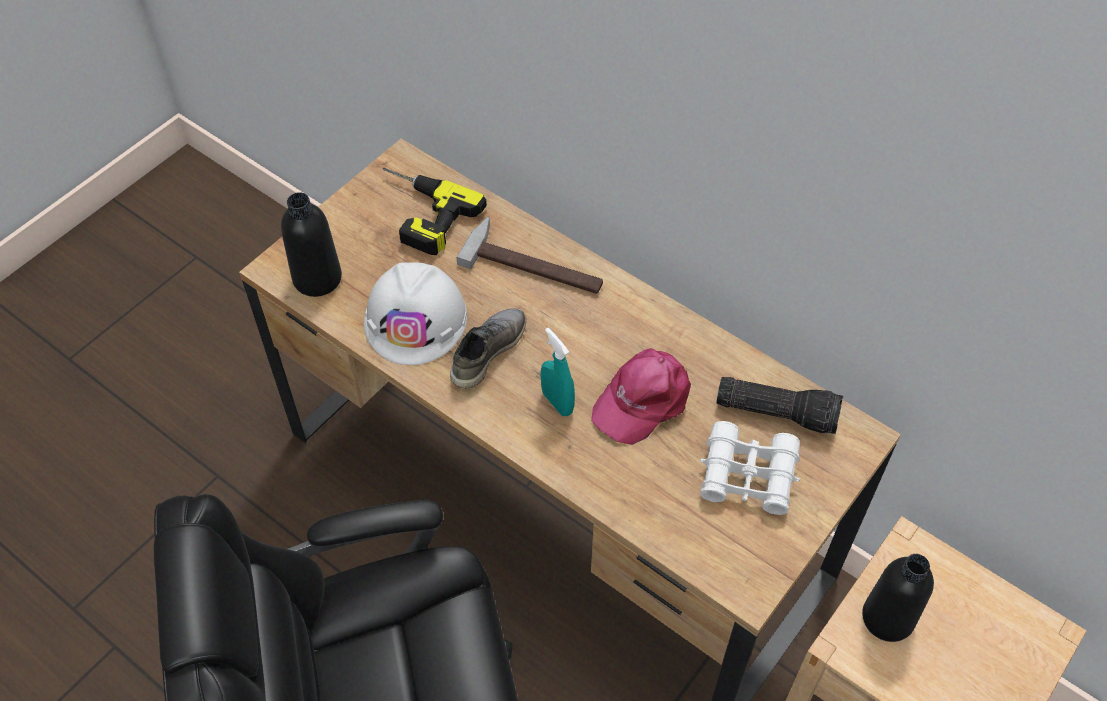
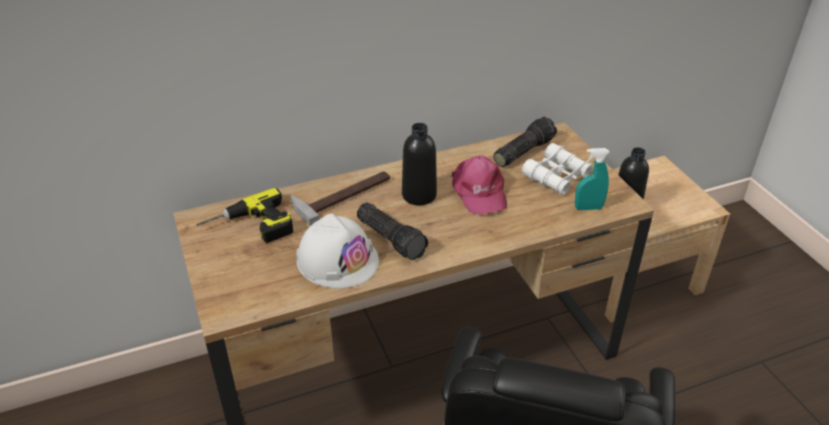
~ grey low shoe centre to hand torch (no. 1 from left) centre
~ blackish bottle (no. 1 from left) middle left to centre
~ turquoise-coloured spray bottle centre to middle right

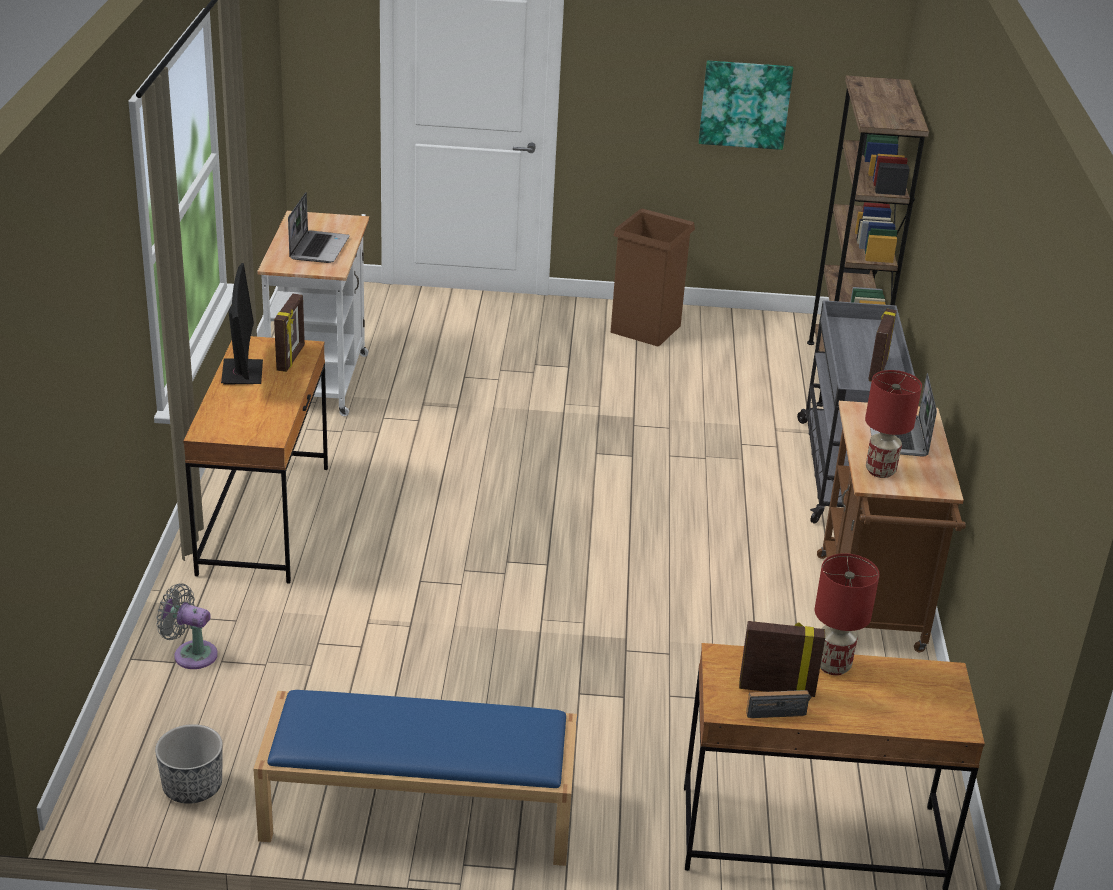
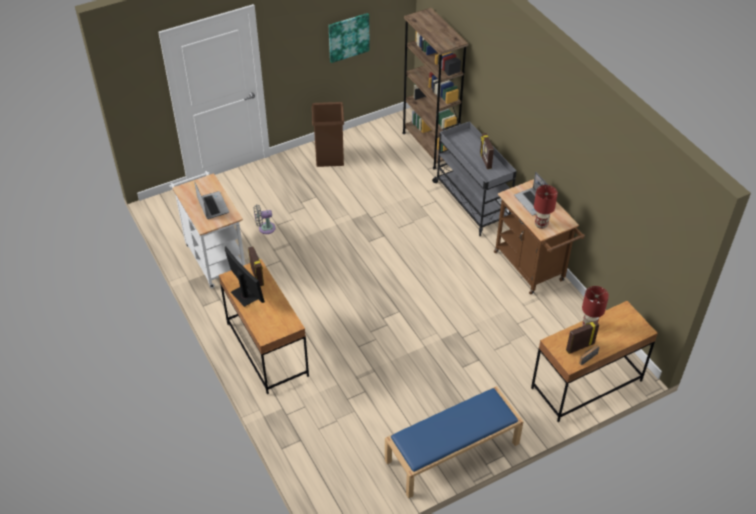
~ grey fan bottom left to centre
- planter bottom left

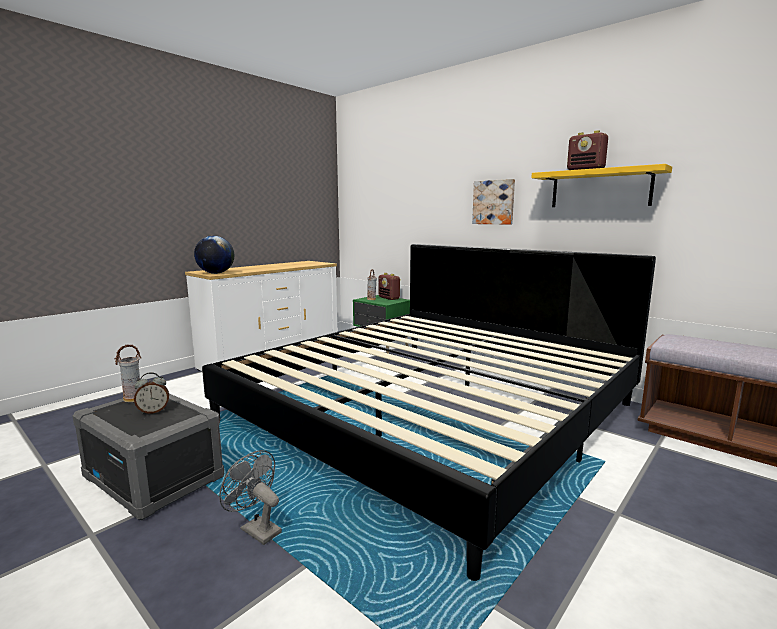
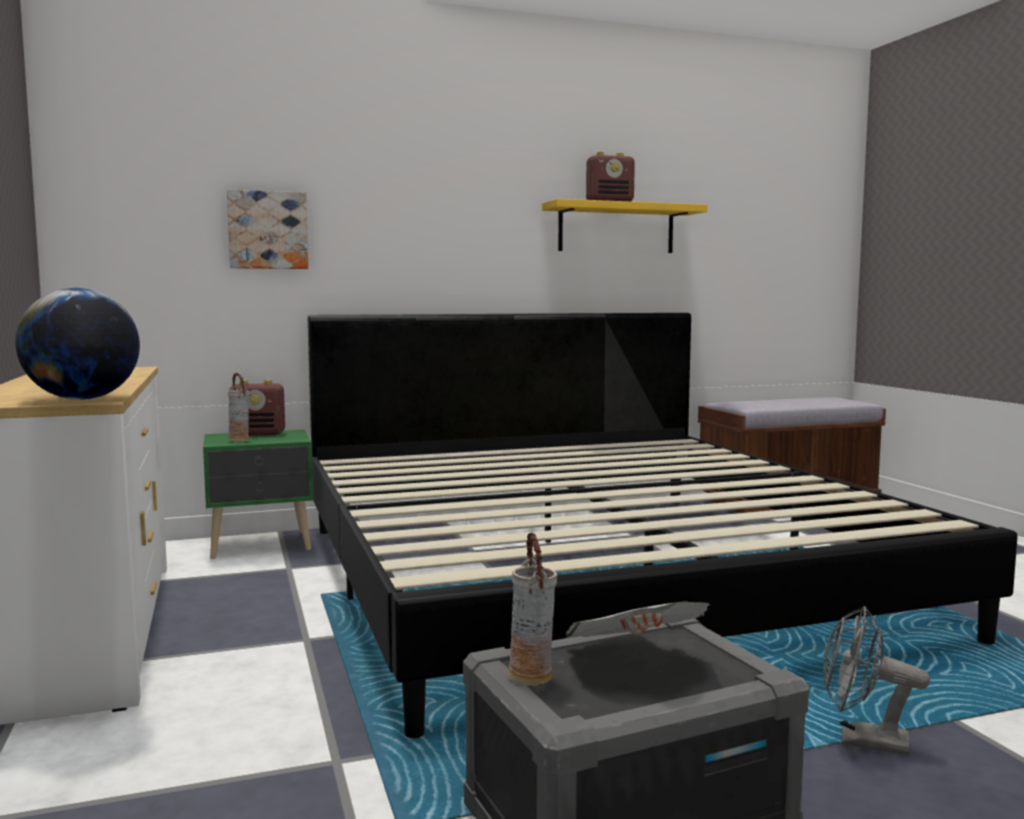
~ picture top centre to top left
~ alarm clock middle left to printed paper bottom centre
~ grey fan bottom left = bottom right 45 degrees clockwise

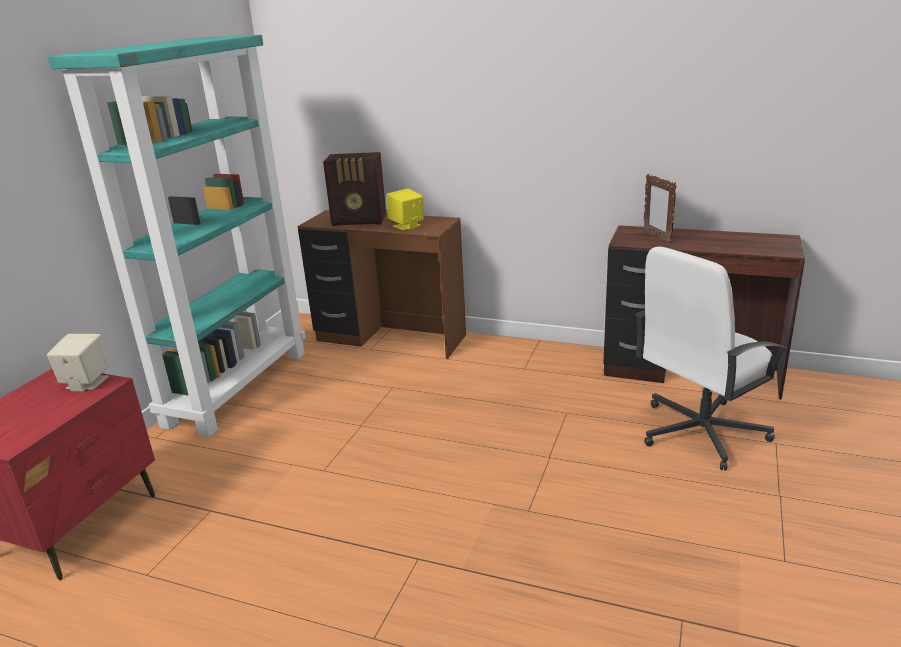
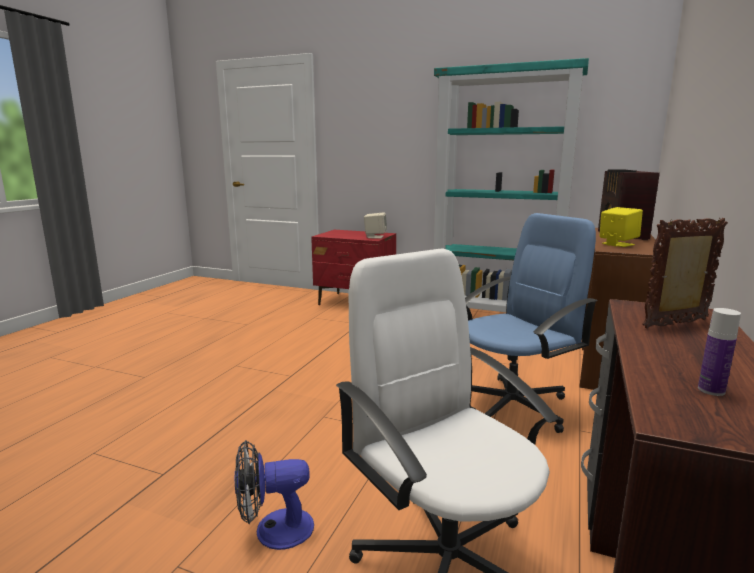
+ fan bottom centre
+ blue computer chair middle right
+ bottle middle right

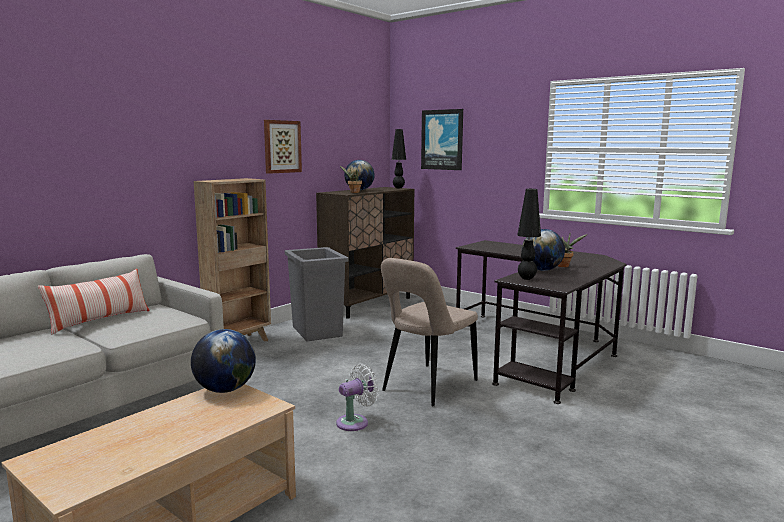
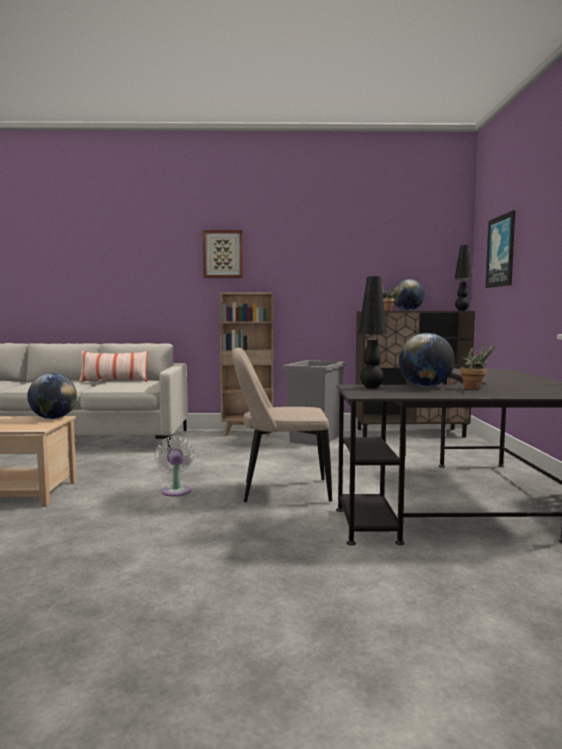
~ white fan bottom centre = middle left 120 degrees counterclockwise
~ picture (no. 1 from left) top centre to centre

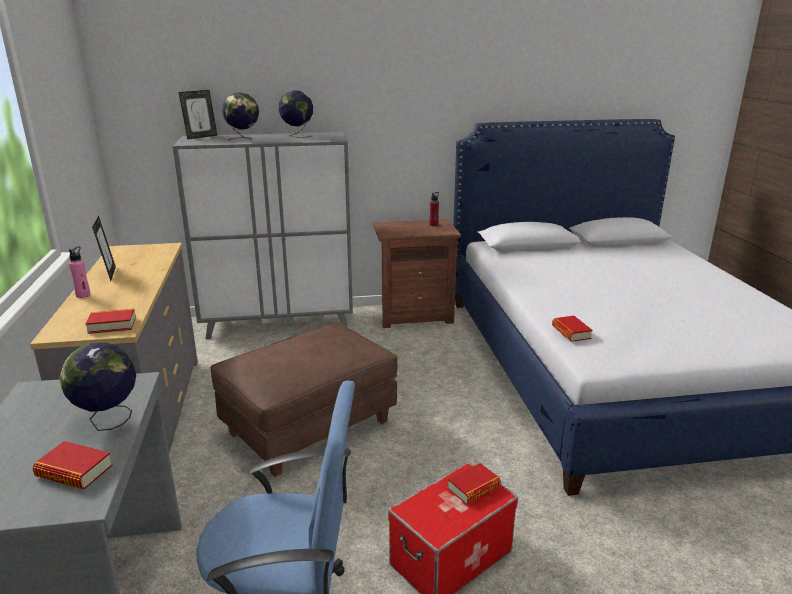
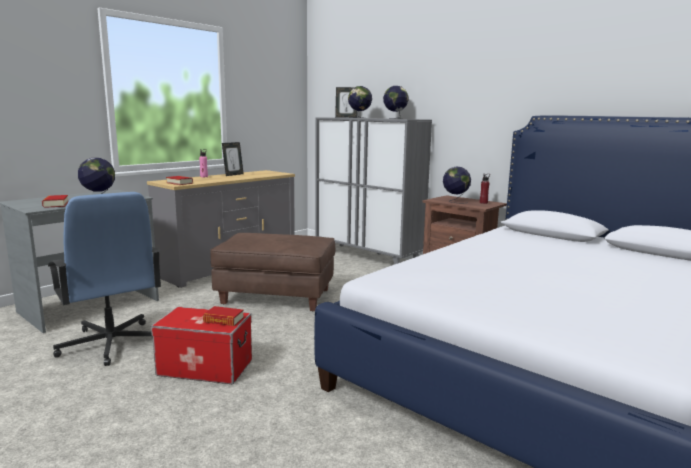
+ globe (no. 4 from left) centre
- book (no. 4 from left) middle right

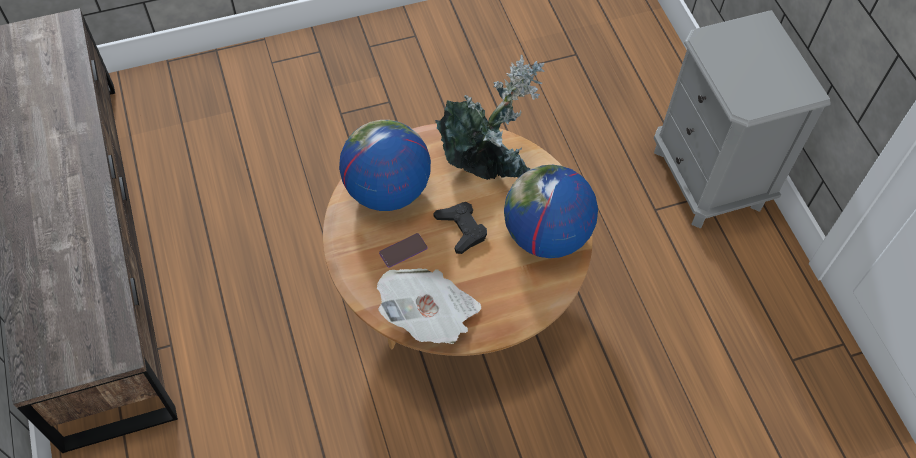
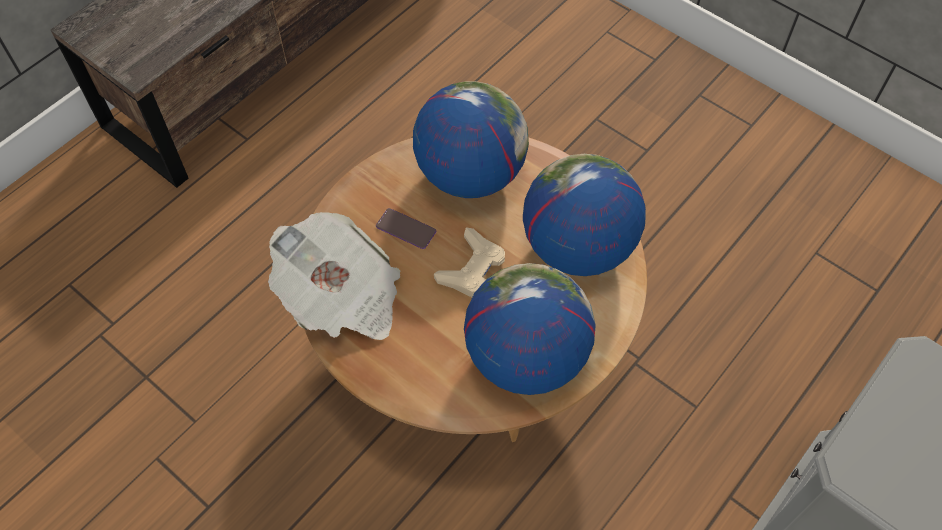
~ blackish game controller centre to beige-coloured game controller centre
~ houseplant top centre to globe (no. 3 from left) centre

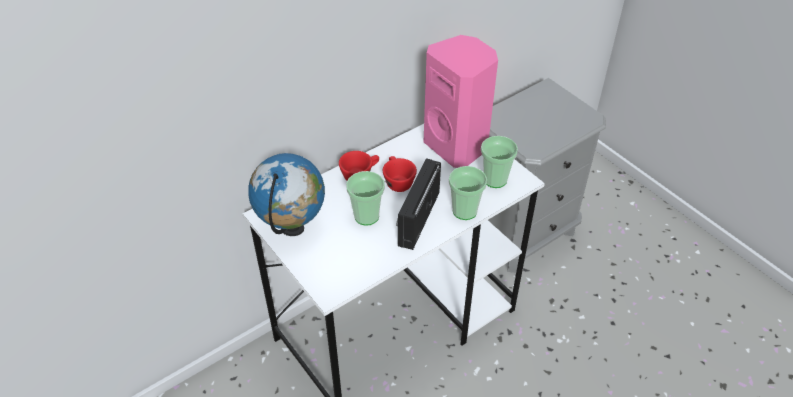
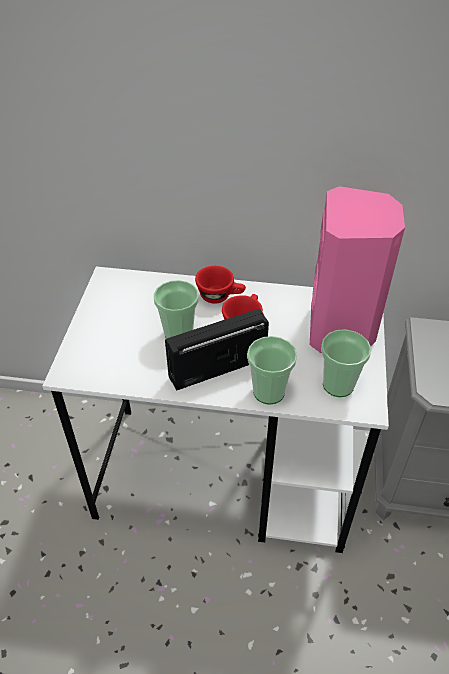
- globe centre

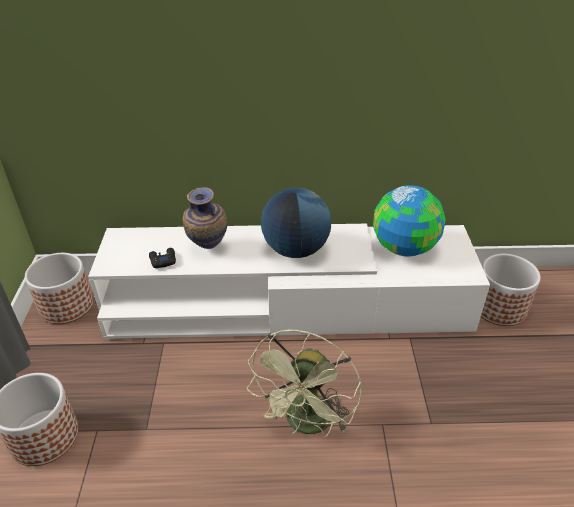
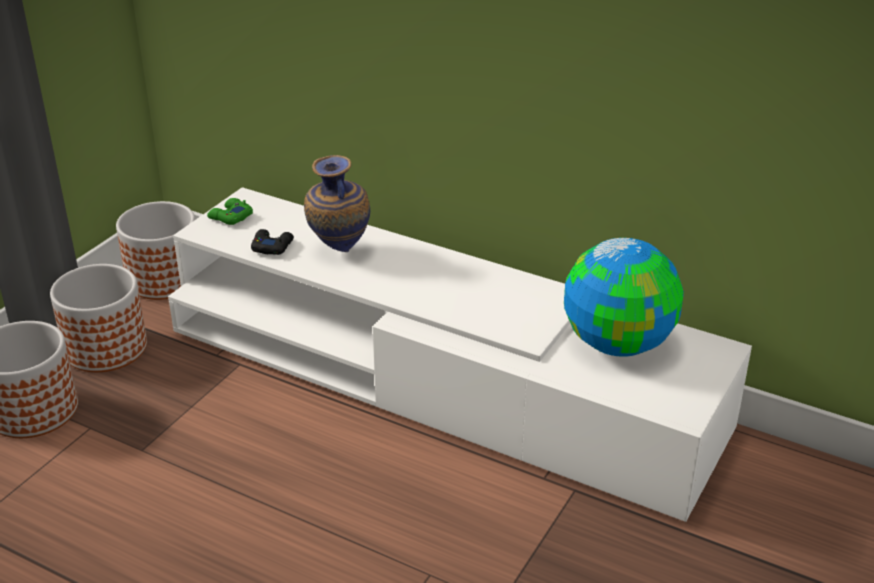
~ planter (no. 3 from left in the first image) middle right to planter (no. 2 from left) middle left
+ green game controller middle left
- green fan bottom centre
- globe (no. 1 from left) centre

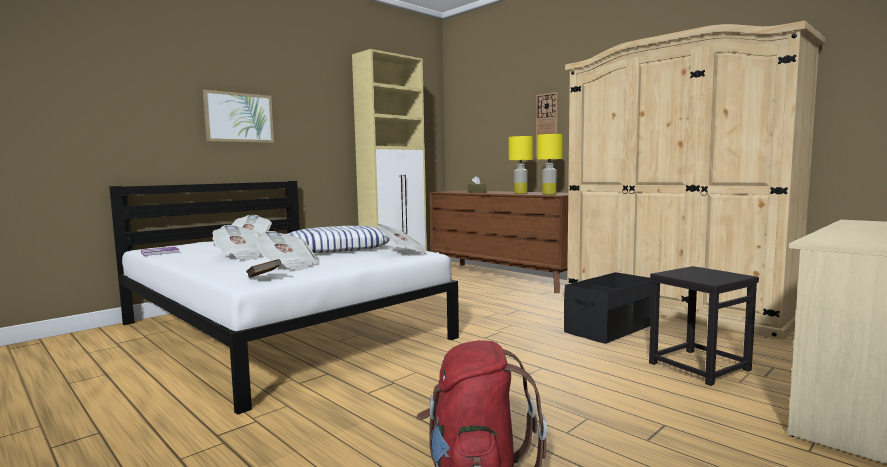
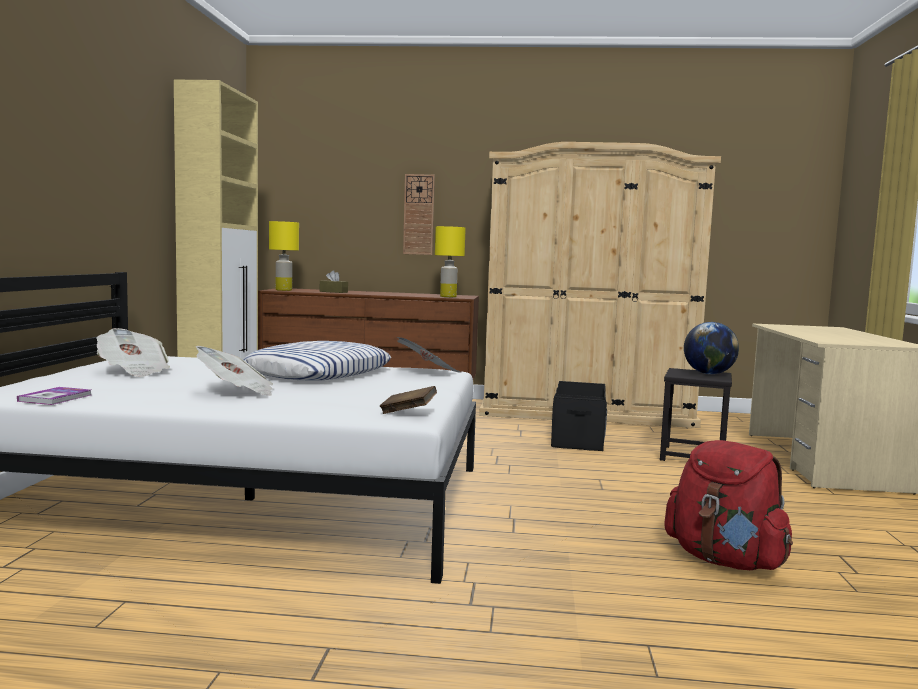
~ yellowish lamp for a table (no. 1 from left) centre to middle left
+ globe middle right
- picture top left
- printed paper (no. 3 from left) middle left

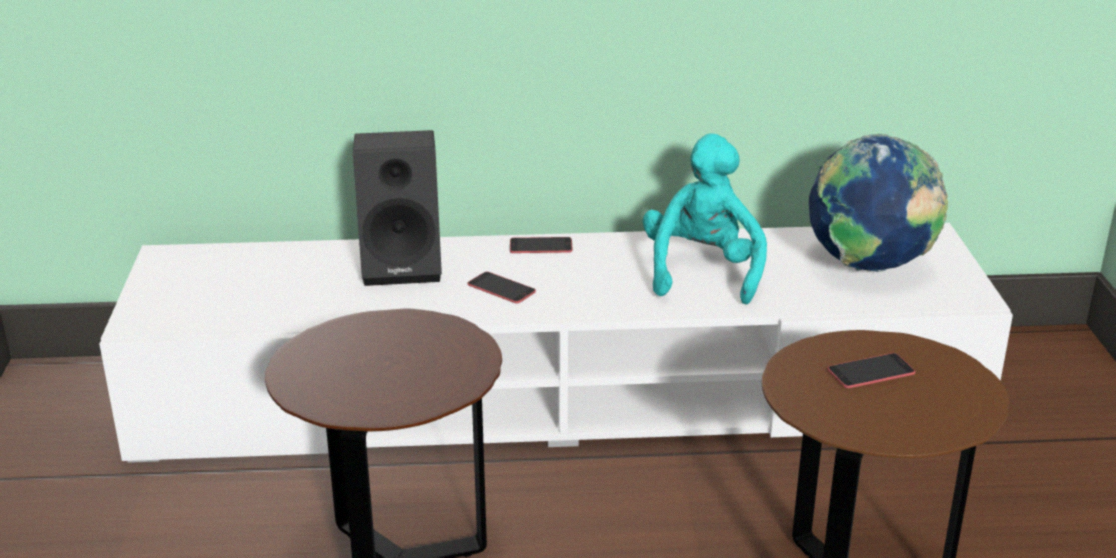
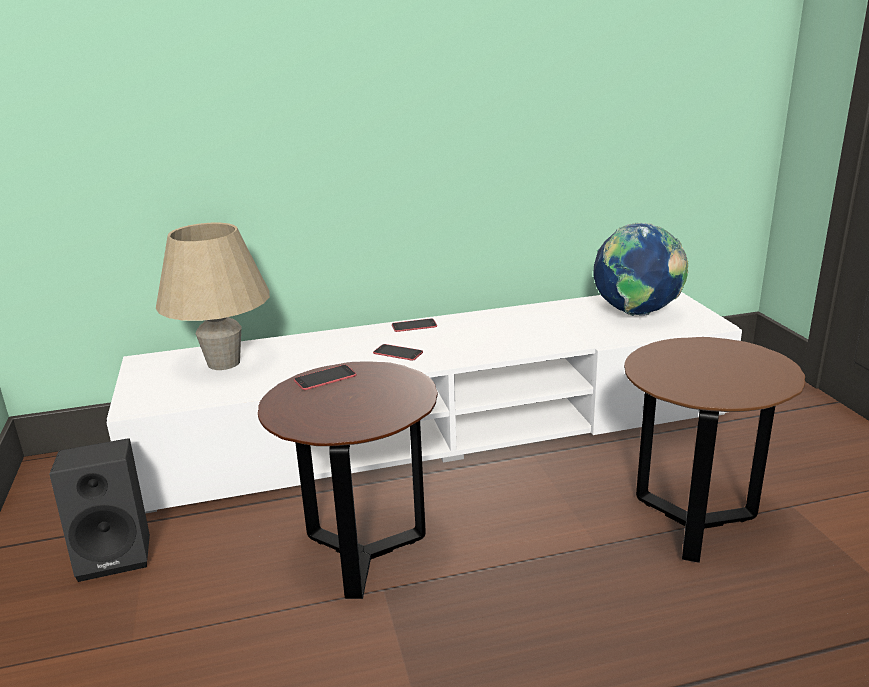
~ blackish speaker centre to bottom left
+ beige-coloured lamp for a table middle left
~ phone (no. 3 from left in the first image) middle right to phone (no. 1 from left) centre
- turquoise-coloured plush toy centre

